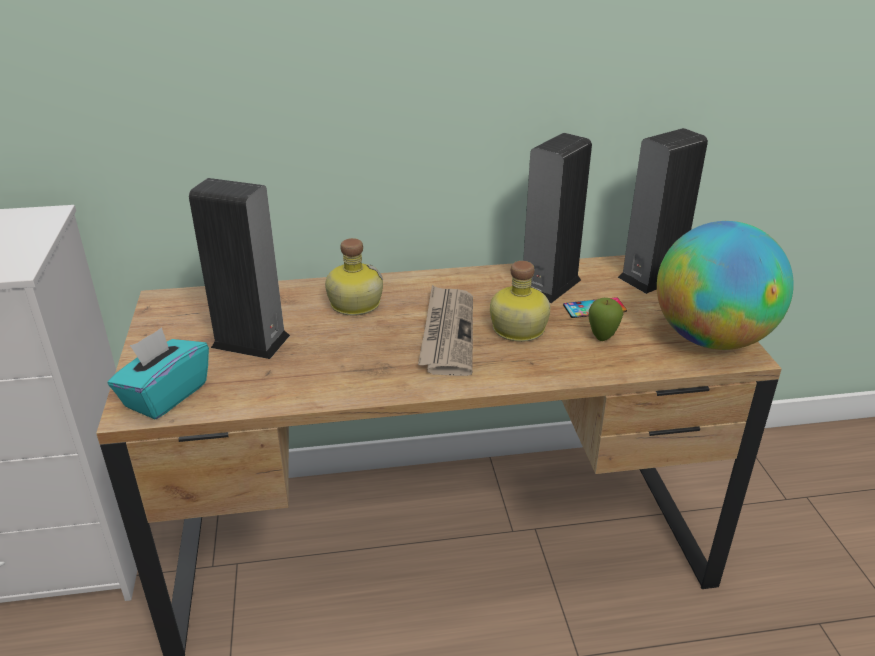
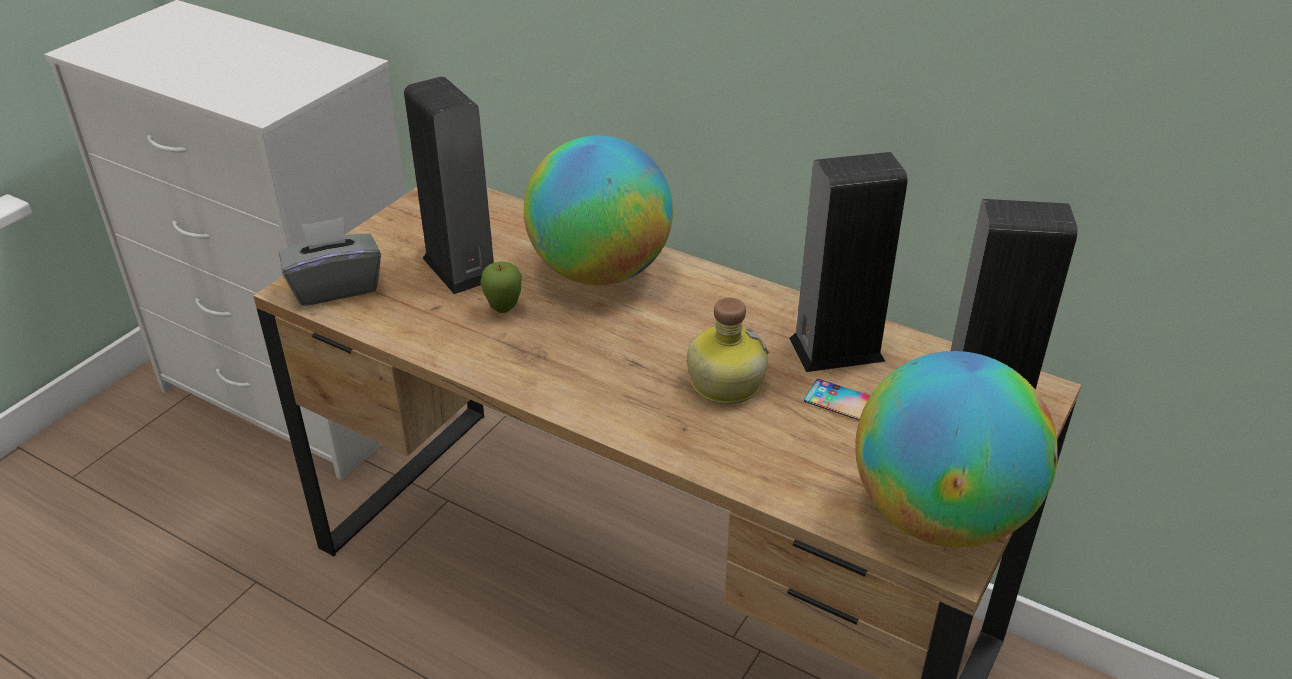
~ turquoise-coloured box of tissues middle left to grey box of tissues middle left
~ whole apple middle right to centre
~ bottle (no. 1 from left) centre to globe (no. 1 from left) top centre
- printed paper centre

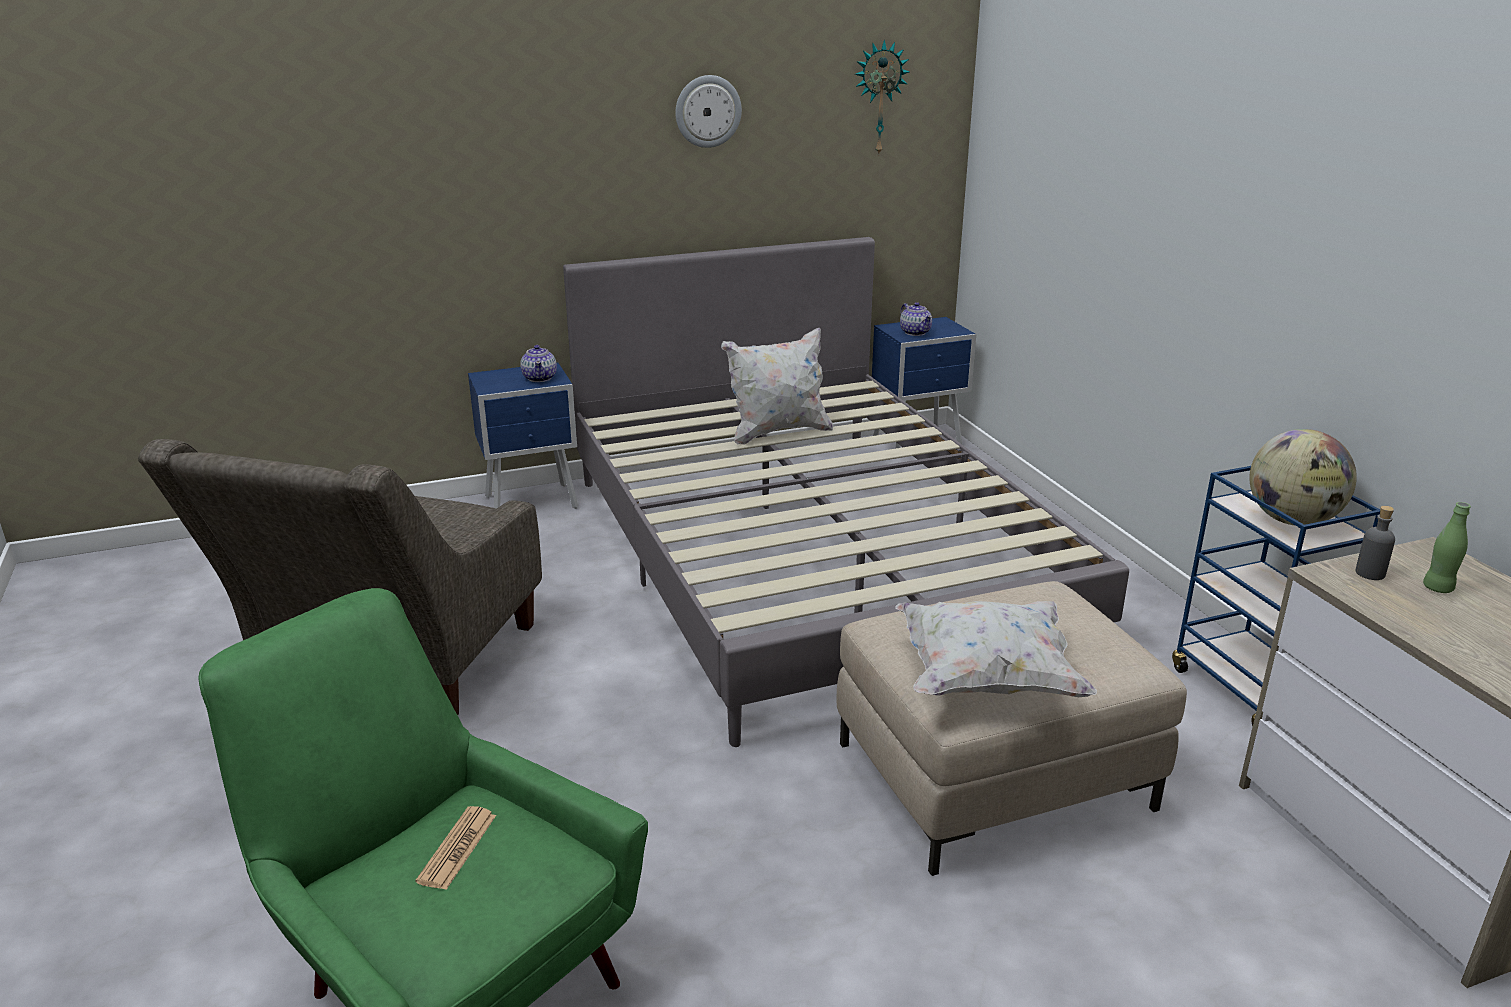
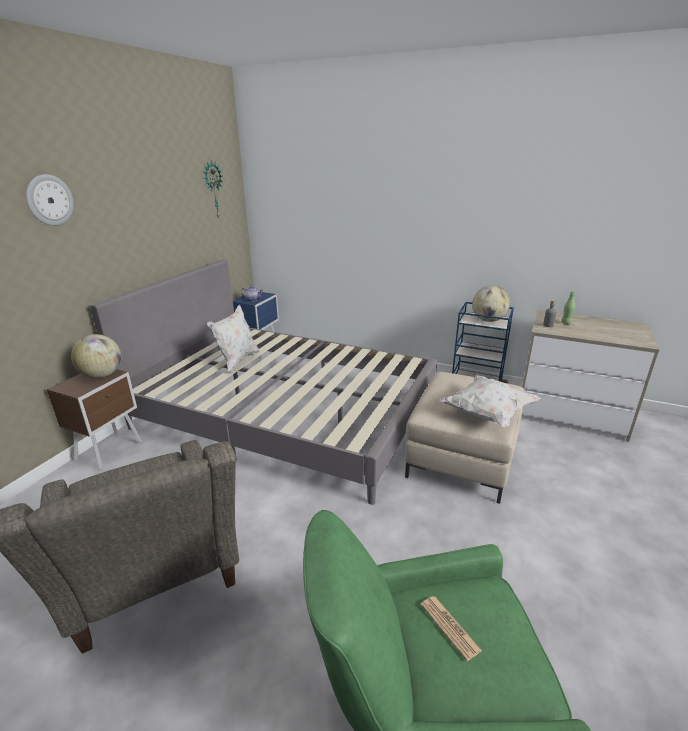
~ clock on the wall (no. 1 from left) top centre to top left
~ blue bedside table (no. 1 from left) centre to brownish bedside table middle left
~ tea pot (no. 1 from left) centre to globe (no. 1 from left) middle left

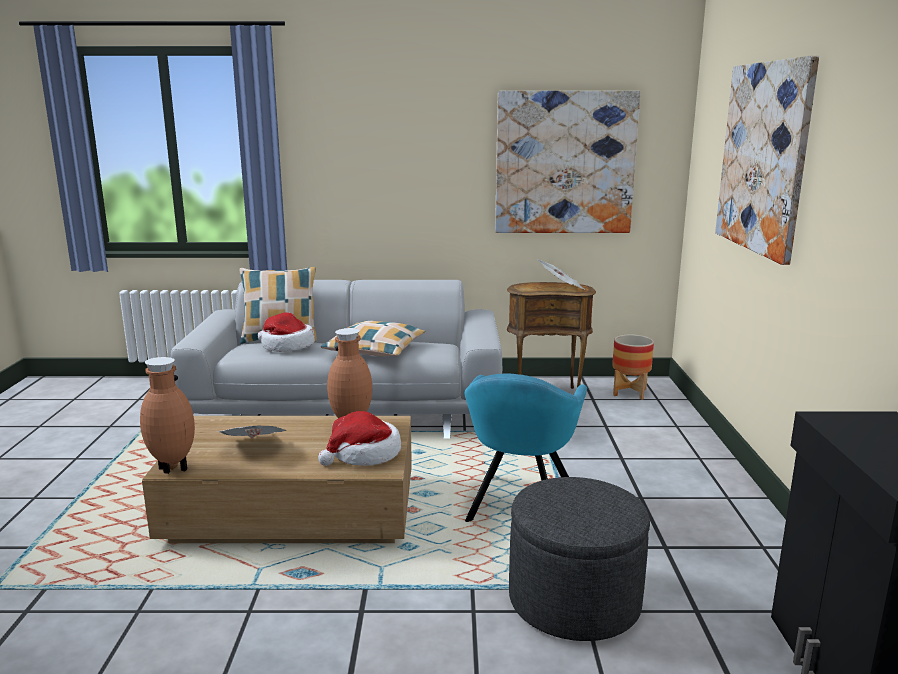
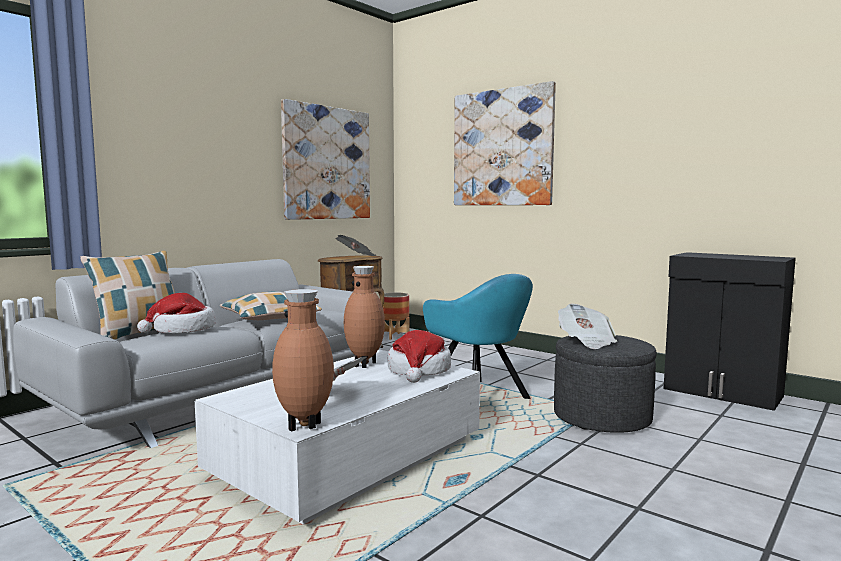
~ brownish lounge table bottom left to white lounge table bottom centre
+ printed paper (no. 3 from left) middle right

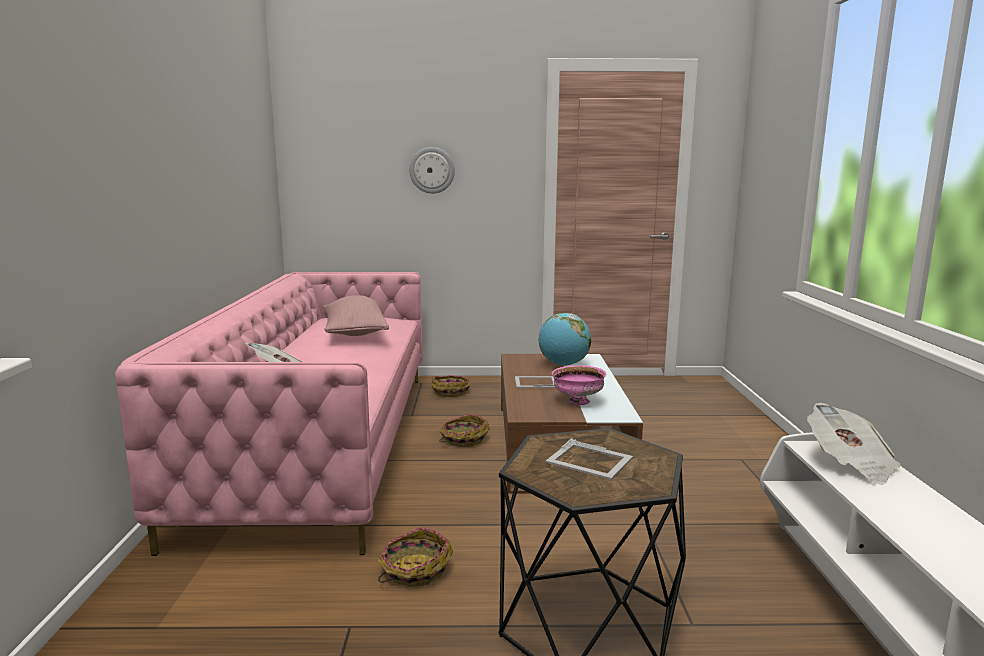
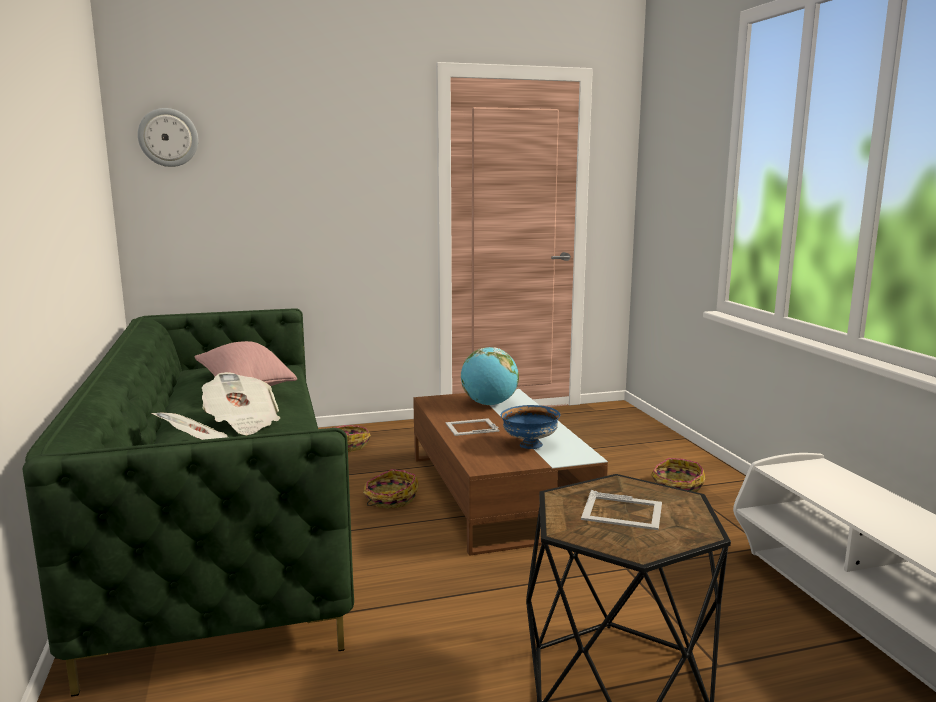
~ pinkish settee middle left to green settee bottom left
~ clock on the wall top centre to top left
~ printed paper (no. 2 from left) bottom right to middle left
~ pinkish serving bowl centre to blue serving bowl centre
~ basket (no. 1 from left in the first image) bottom centre to basket (no. 3 from left) bottom right

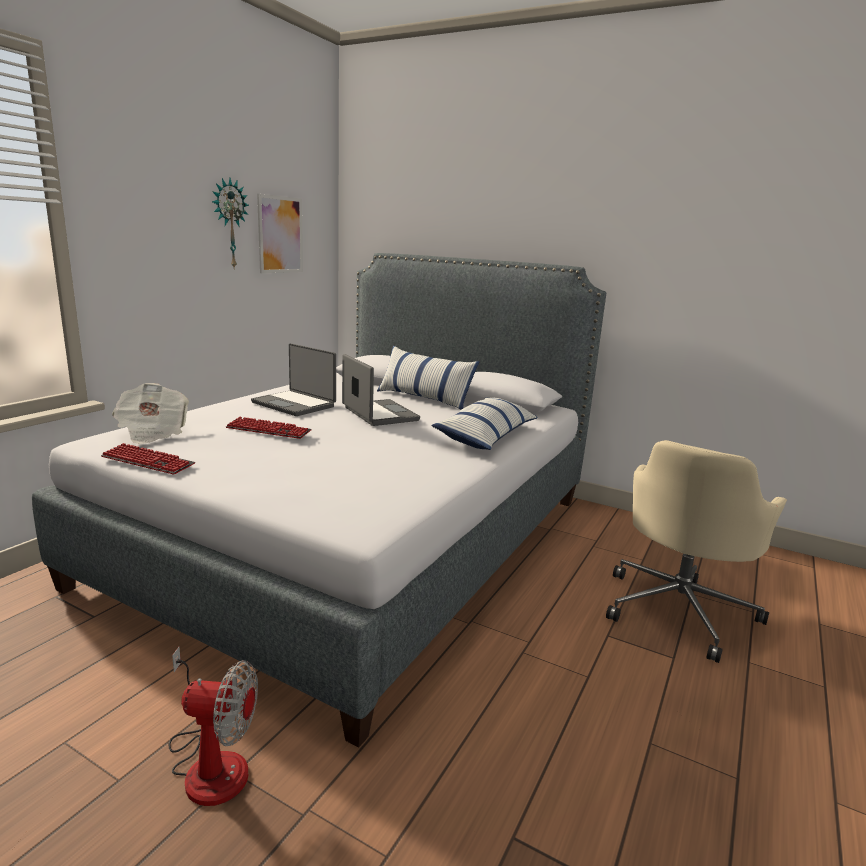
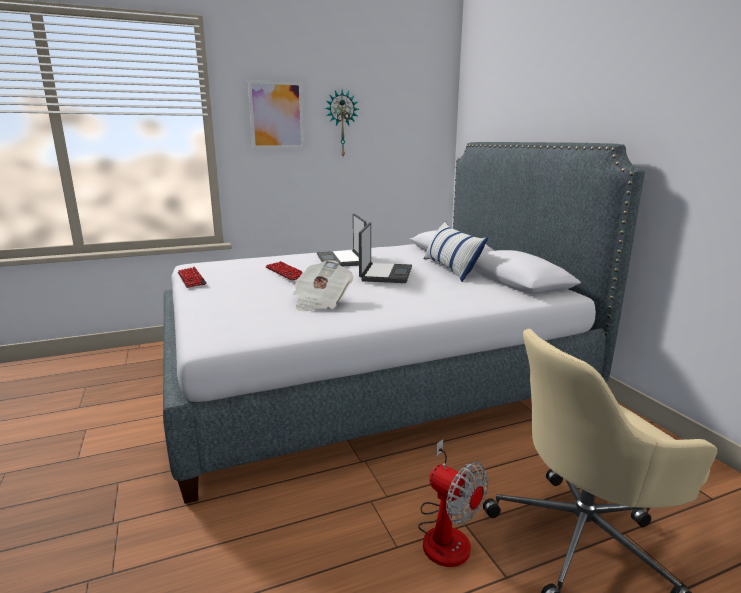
~ picture top left to top centre
~ printed paper middle left to centre
~ fan bottom left to bottom centre
- throw pillow (no. 2 from left) centre

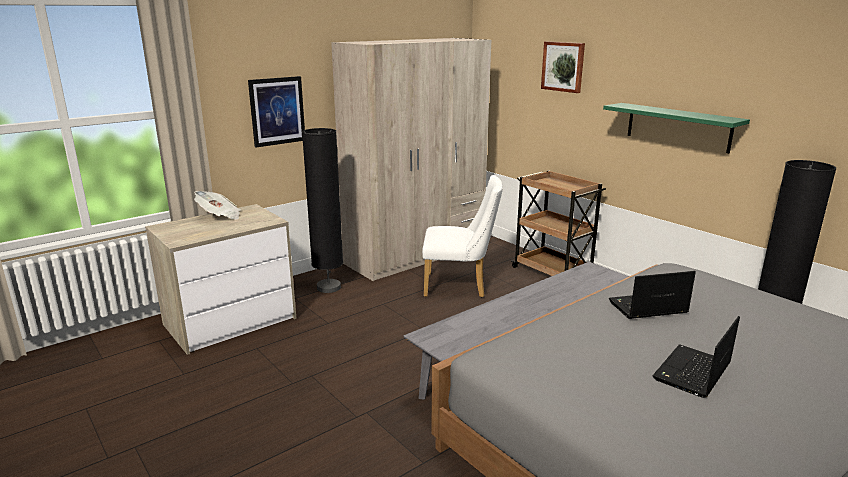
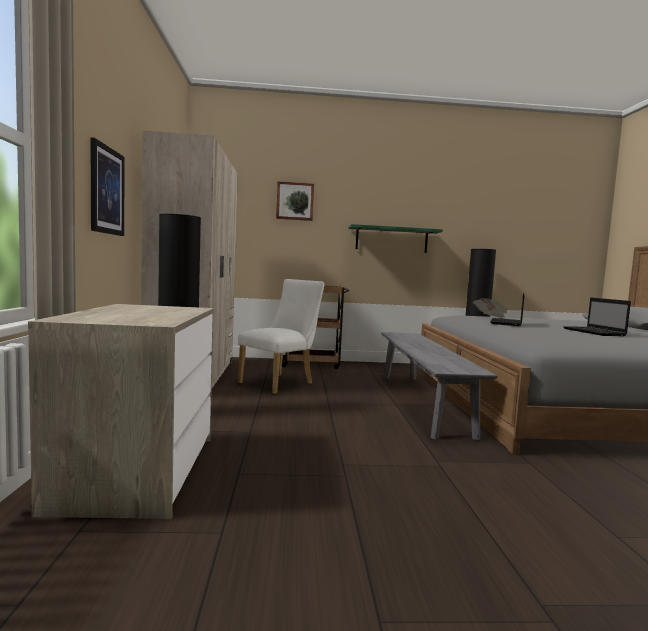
~ printed paper middle left to middle right

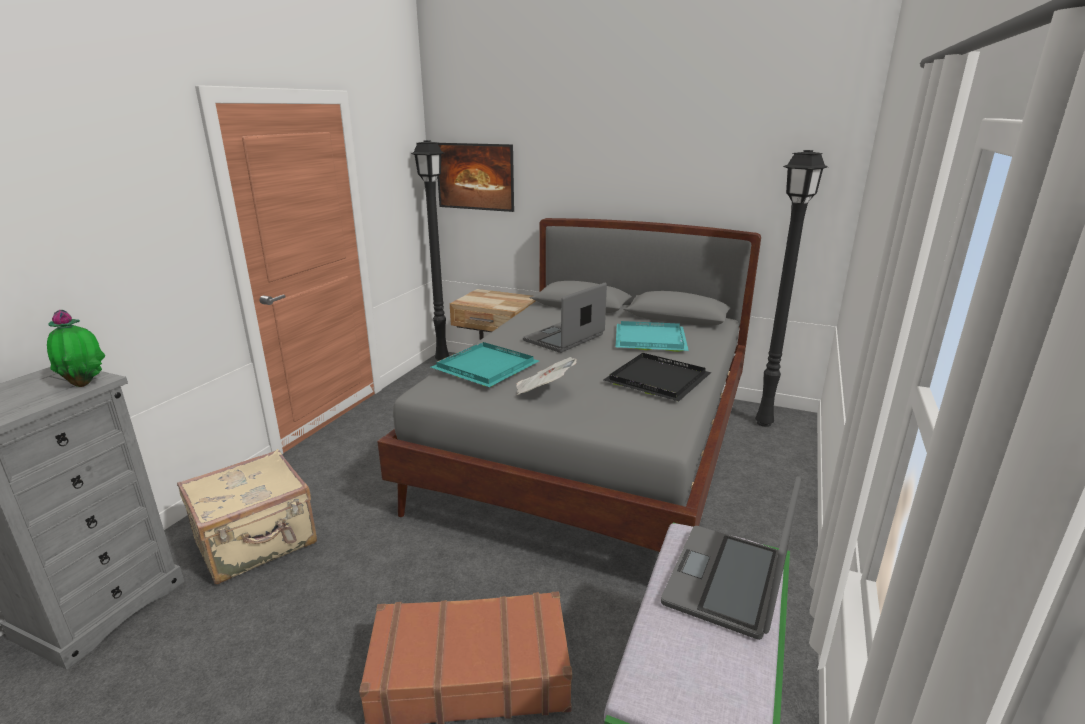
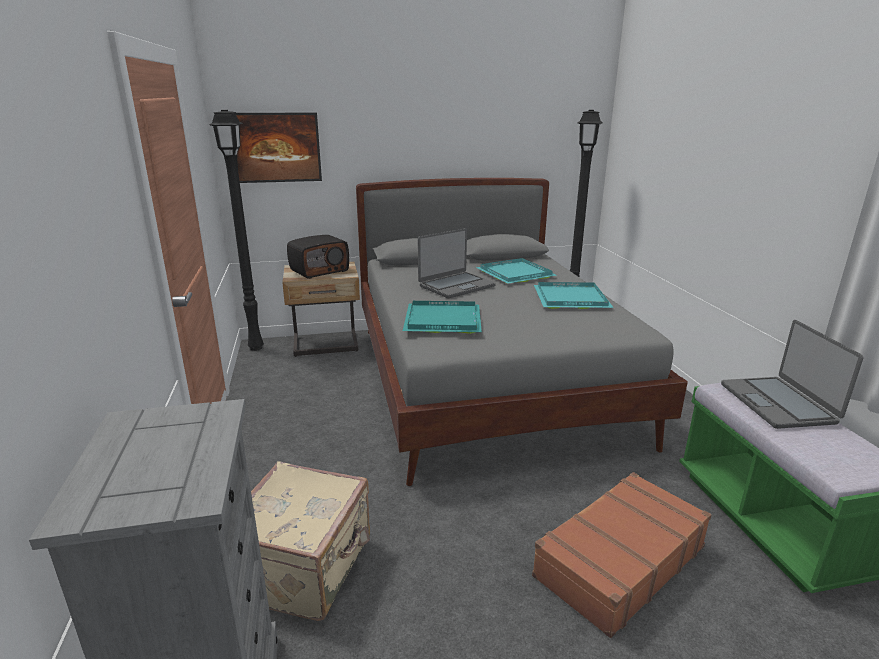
+ radio centre
~ portable computer (no. 1 from left) centre = centre 135 degrees counterclockwise
~ blackish carrying tray centre to turquoise-coloured carrying tray (no. 3 from left) centre
- houseplant middle left
- printed paper centre

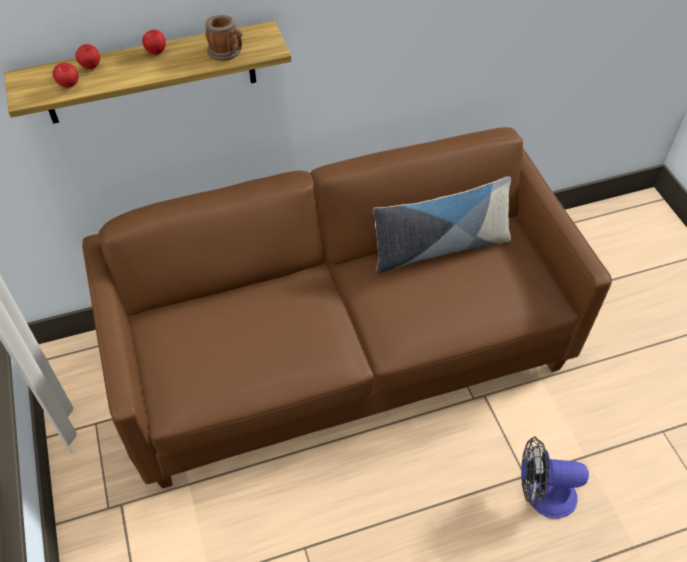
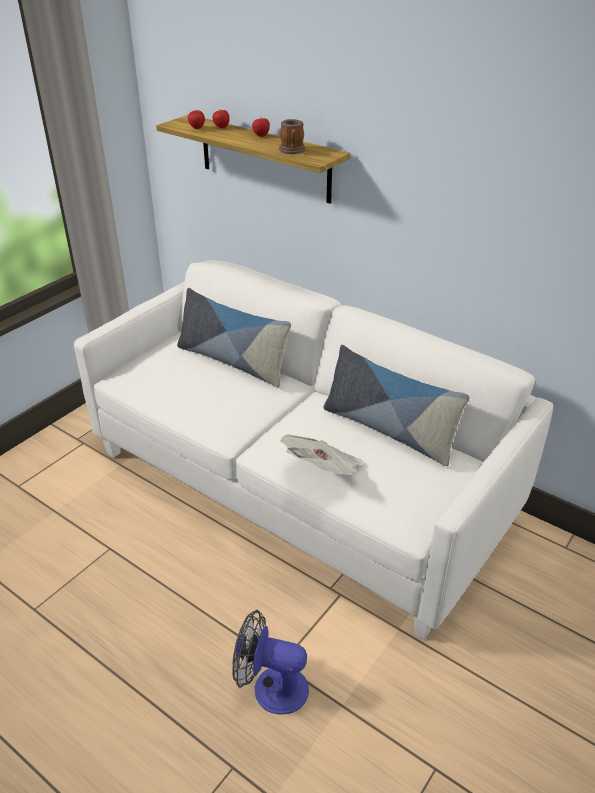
~ brownish settee centre to white settee centre
+ throw pillow (no. 1 from left) centre
~ fan bottom right = bottom centre 45 degrees counterclockwise
+ printed paper centre

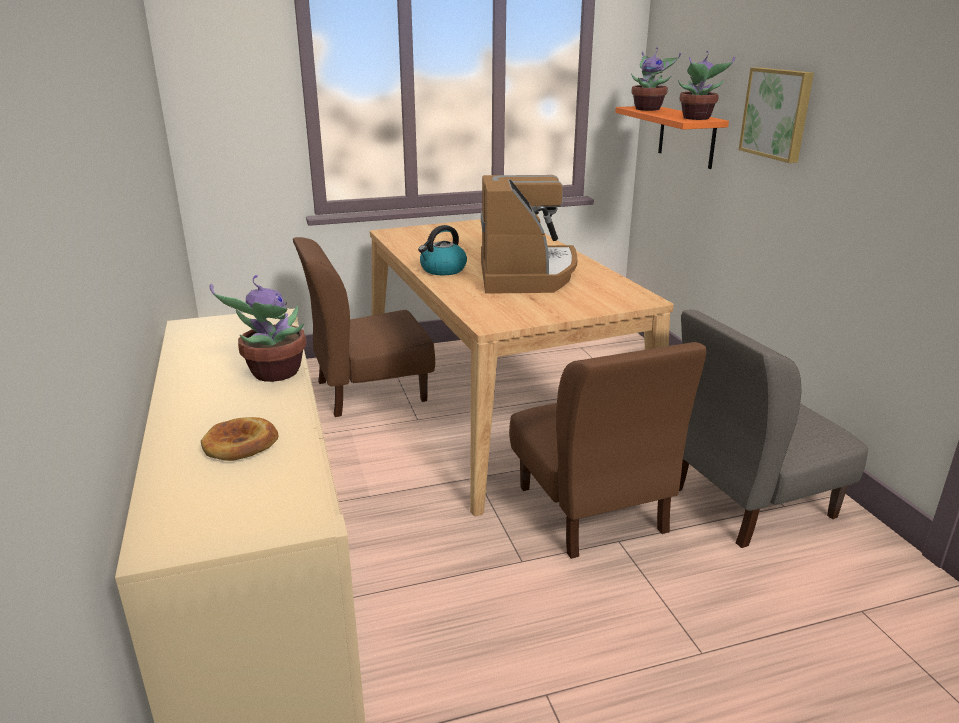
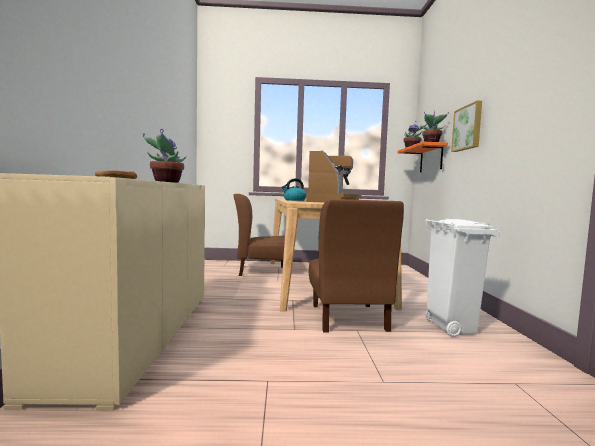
~ grey chair middle right to white trash can middle right

